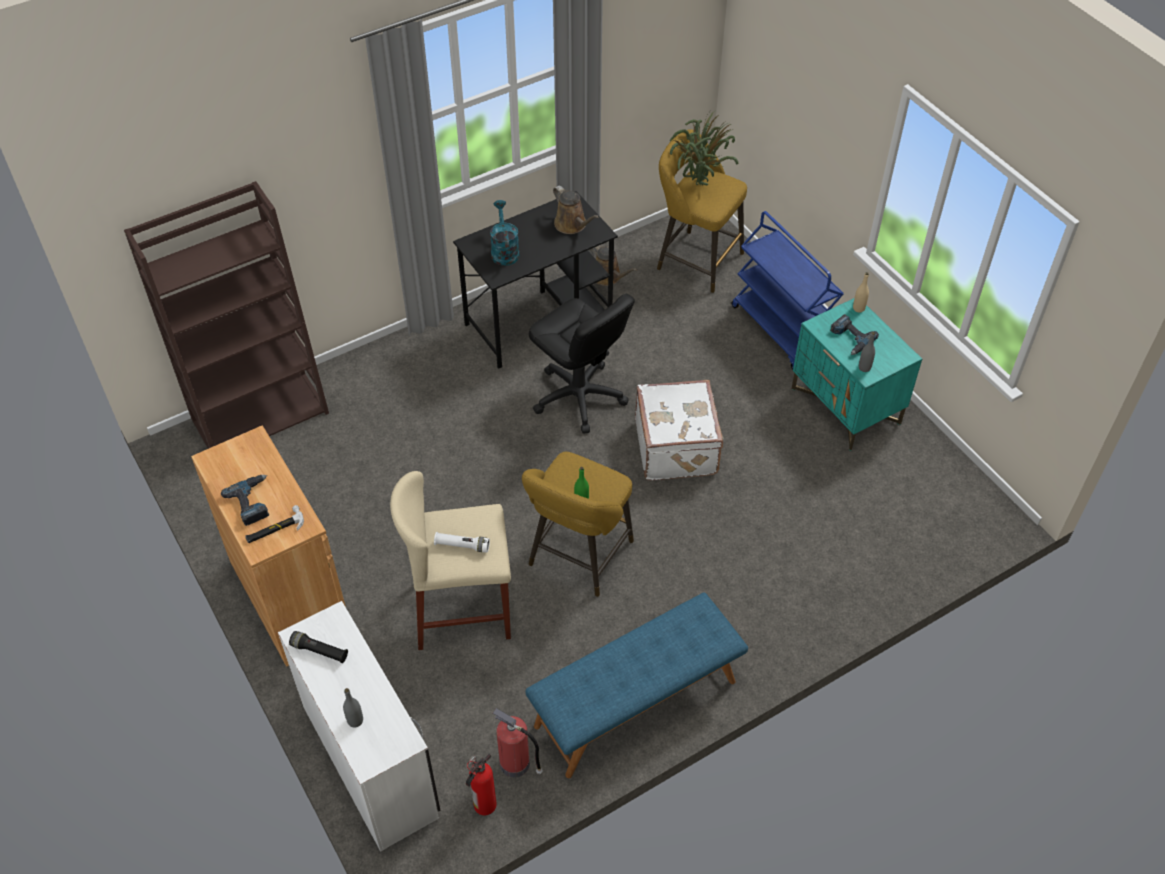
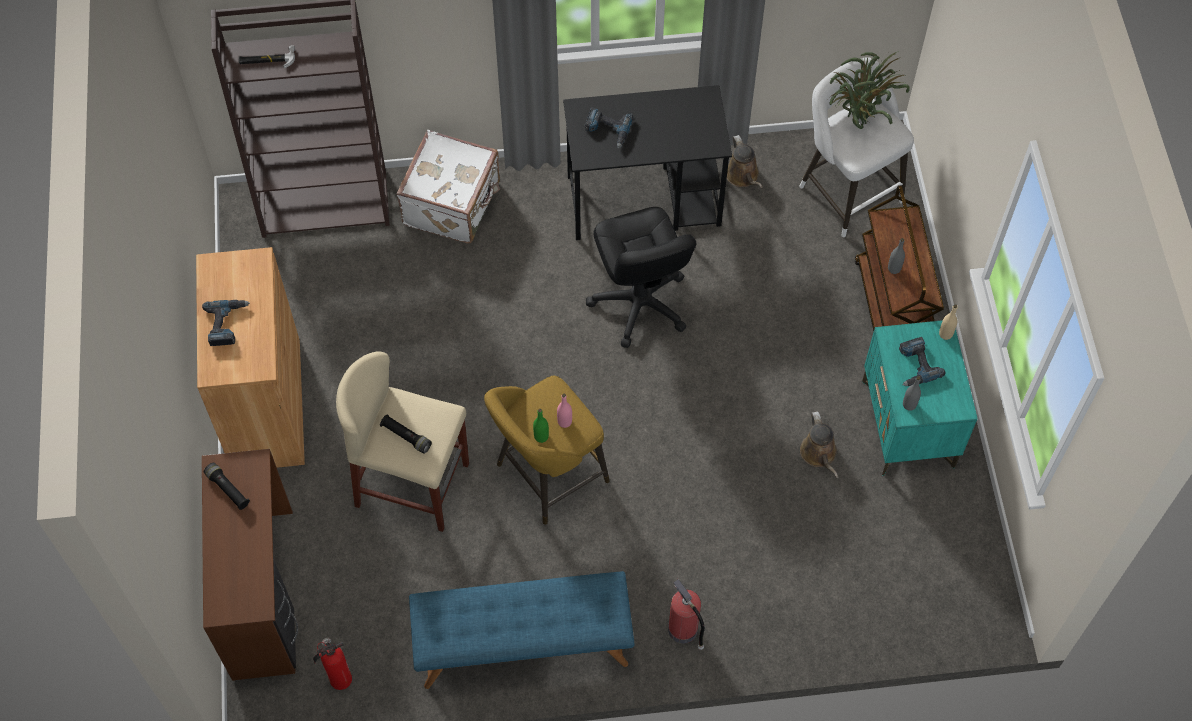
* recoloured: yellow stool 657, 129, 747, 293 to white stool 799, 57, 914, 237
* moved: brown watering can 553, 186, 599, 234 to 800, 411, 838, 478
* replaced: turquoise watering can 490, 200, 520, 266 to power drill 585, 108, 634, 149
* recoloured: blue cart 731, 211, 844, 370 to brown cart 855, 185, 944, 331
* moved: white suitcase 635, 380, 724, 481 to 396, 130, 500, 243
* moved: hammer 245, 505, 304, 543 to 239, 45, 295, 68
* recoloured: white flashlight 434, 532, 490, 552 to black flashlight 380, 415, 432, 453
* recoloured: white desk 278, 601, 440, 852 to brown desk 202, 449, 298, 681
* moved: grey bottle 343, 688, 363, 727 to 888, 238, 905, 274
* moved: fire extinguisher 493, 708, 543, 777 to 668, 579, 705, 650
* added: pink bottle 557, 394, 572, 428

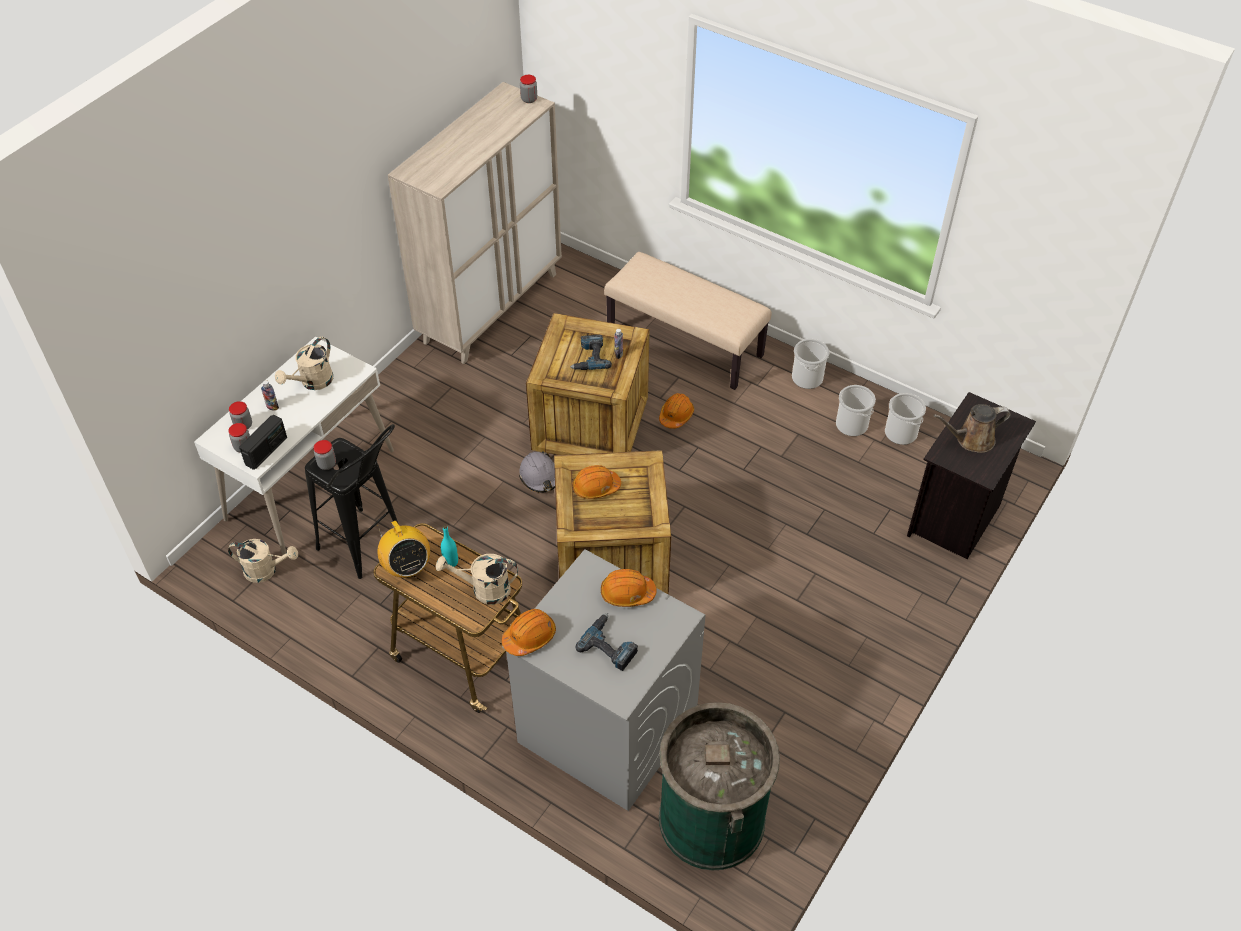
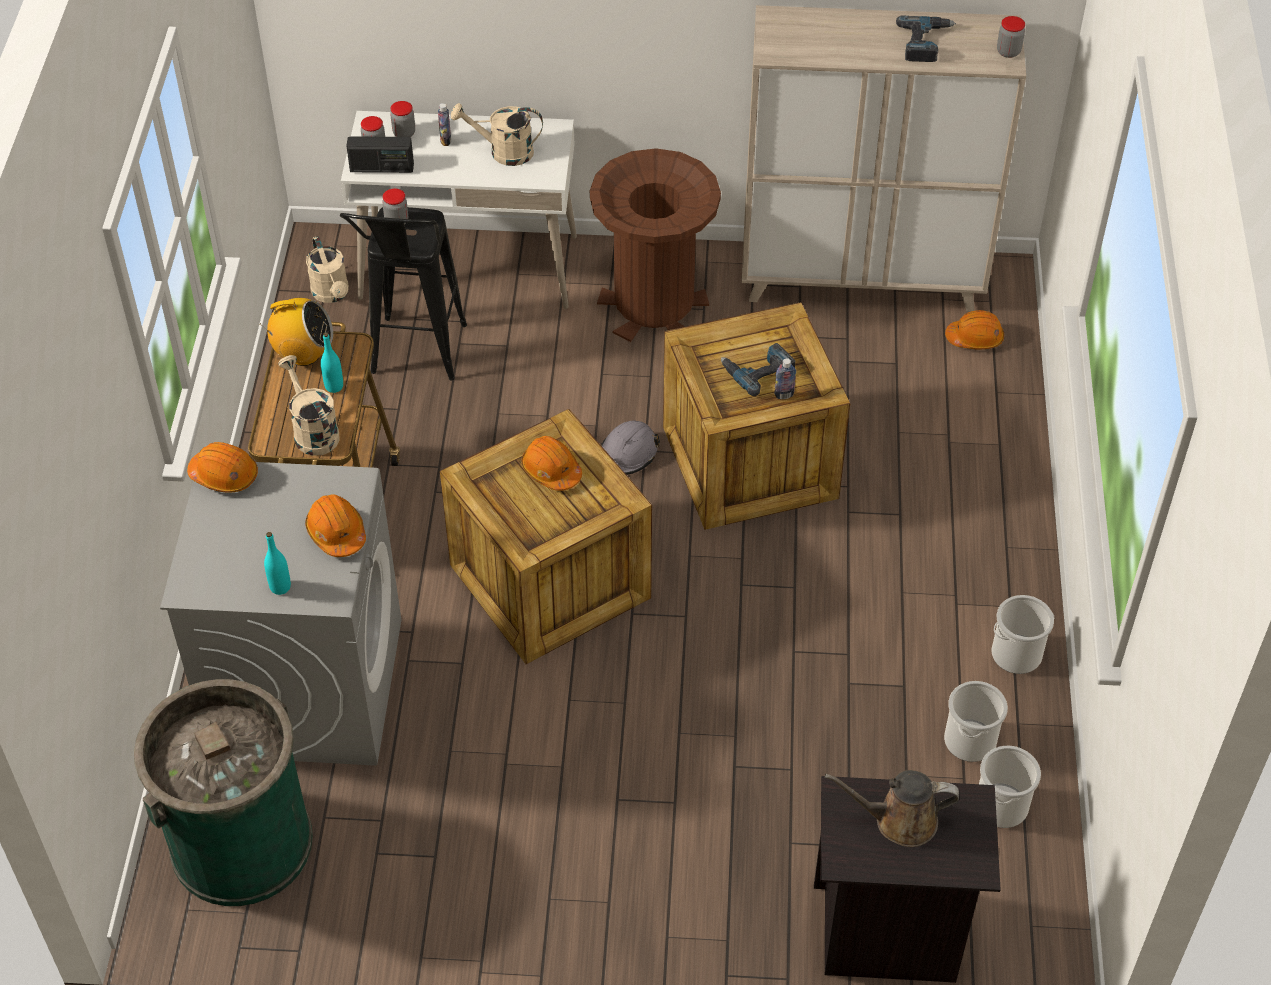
* removed: beige bench 604, 252, 772, 390
* moved: orange hard hat 659, 393, 694, 429 to 945, 310, 1004, 349
* turned: brown watering can 933, 404, 1011, 453 = 825, 770, 959, 847 45 degrees counterclockwise
* turned: radio 377, 521, 430, 578 = 260, 298, 333, 366 120 degrees counterclockwise
* moved: power drill 575, 613, 638, 671 to 896, 16, 956, 62
* added: brown trash can 590, 148, 721, 342
* added: turquoise bottle 264, 532, 291, 595

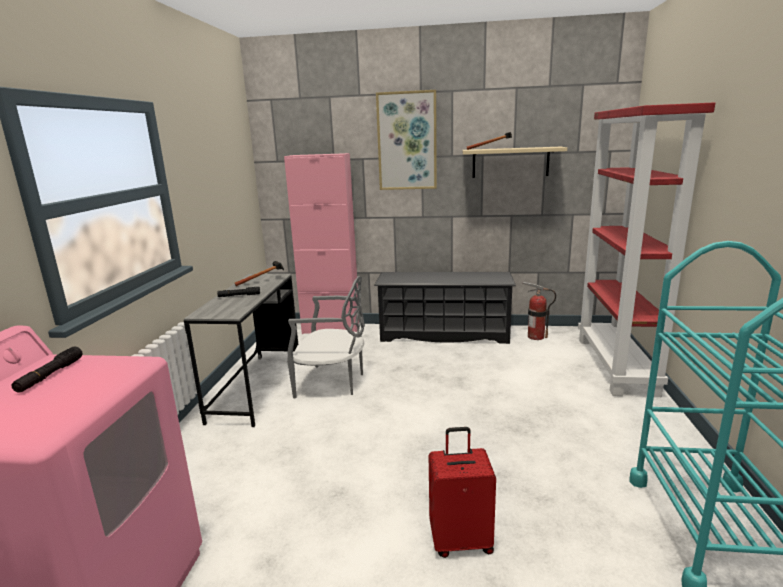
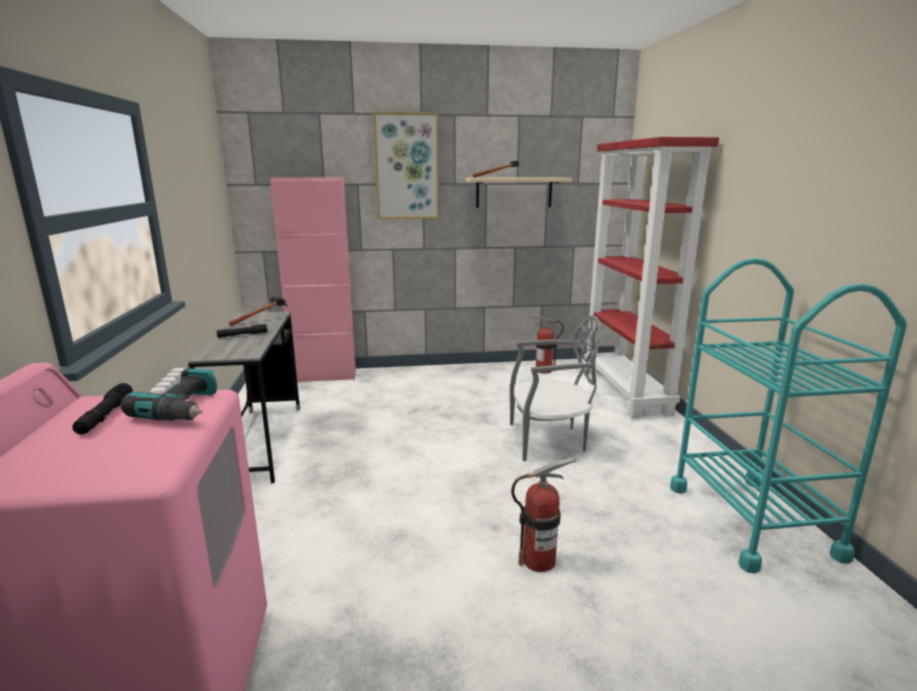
* removed: black shoe rack 374, 272, 516, 344
* moved: grey chair 287, 276, 365, 398 to 510, 315, 601, 461
* replaced: red suitcase 429, 427, 496, 558 to fire extinguisher 511, 457, 576, 572
* added: power drill 121, 368, 217, 421

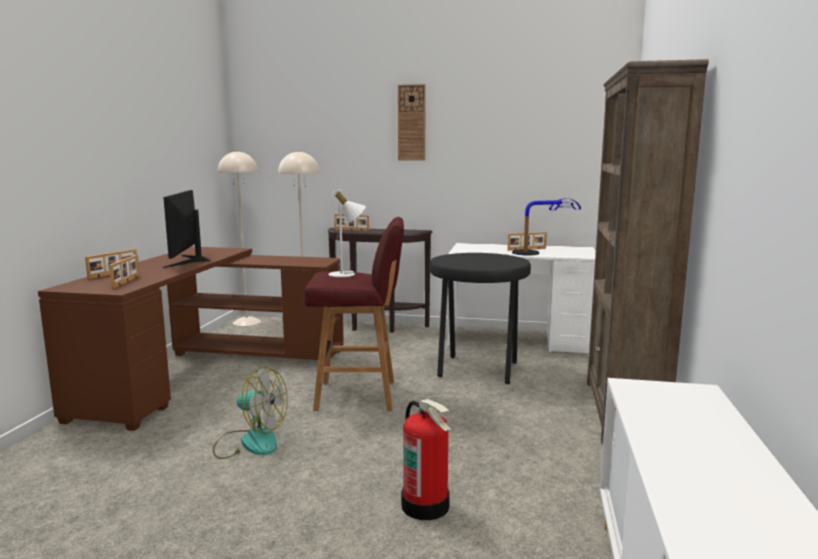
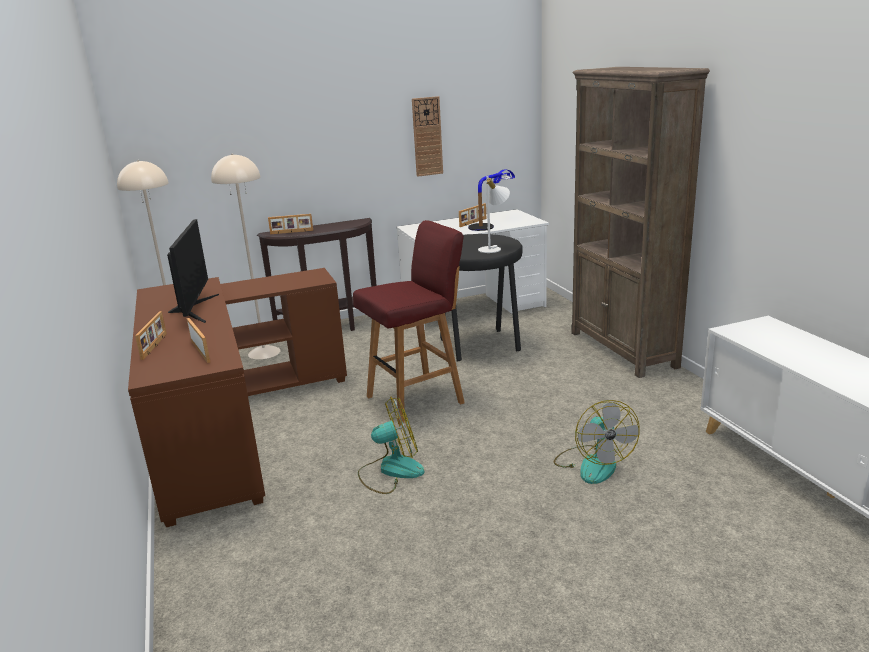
* moved: wall clock 398, 84, 426, 161 to 412, 96, 443, 177
* turned: monitor 163, 190, 212, 268 = 167, 219, 219, 323 150 degrees counterclockwise
* moved: white table lamp 329, 190, 366, 277 to 478, 176, 510, 253
* replaced: fire extinguisher 401, 399, 452, 520 to fan 554, 400, 640, 484

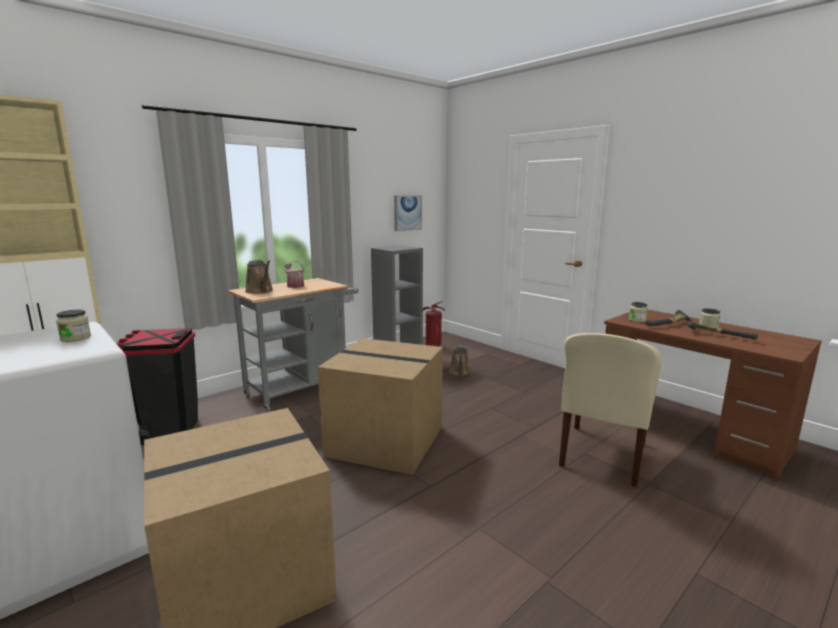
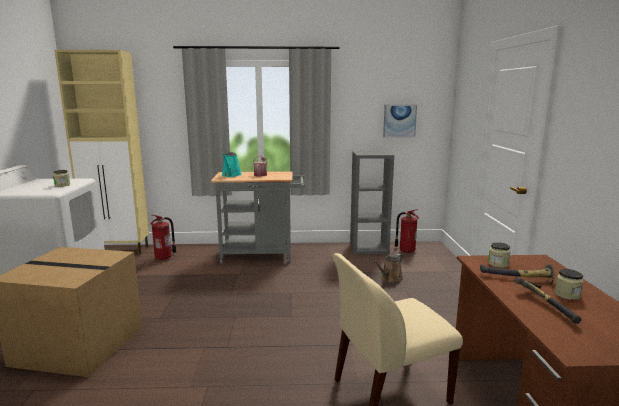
* recoloured: brown watering can 245, 260, 273, 294 to turquoise watering can 222, 152, 242, 177
* replaced: black trash can 116, 328, 198, 445 to fire extinguisher 150, 215, 176, 260
* removed: cardboard box 318, 338, 443, 475

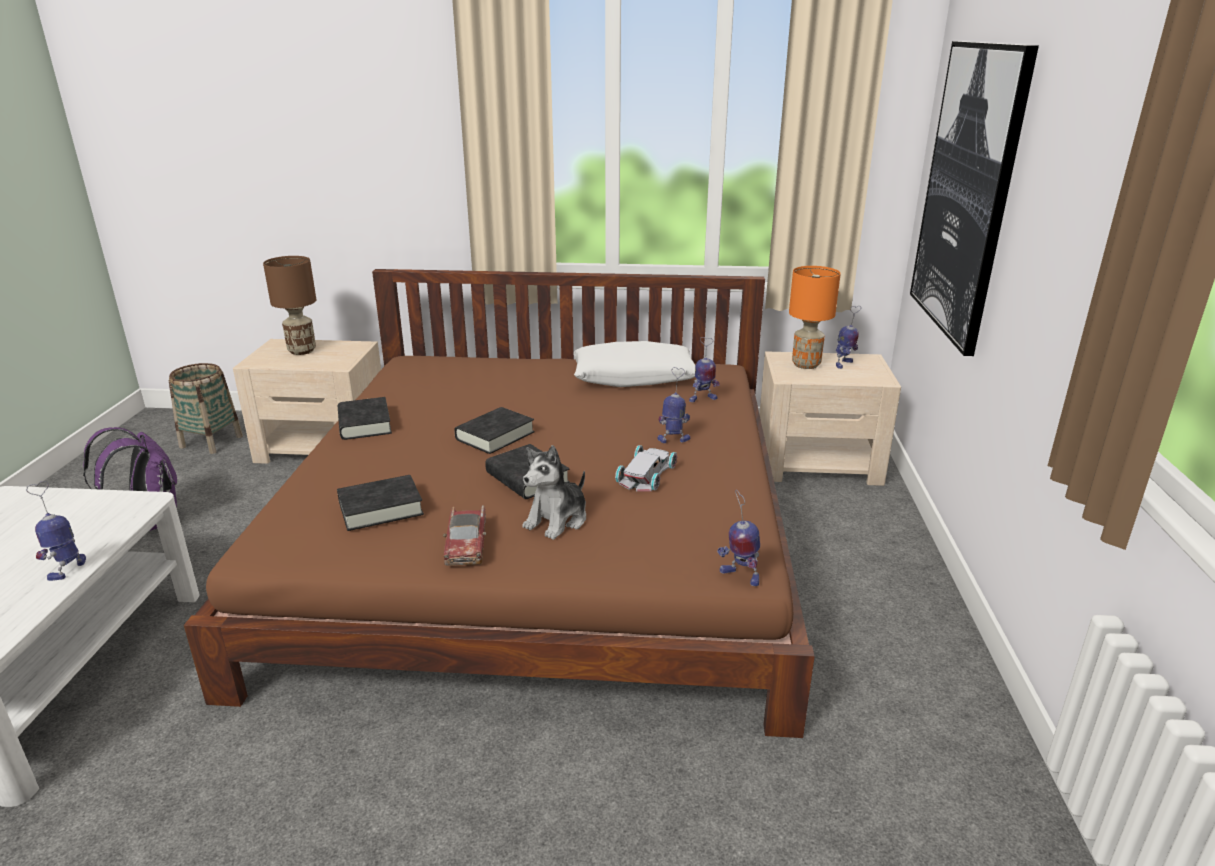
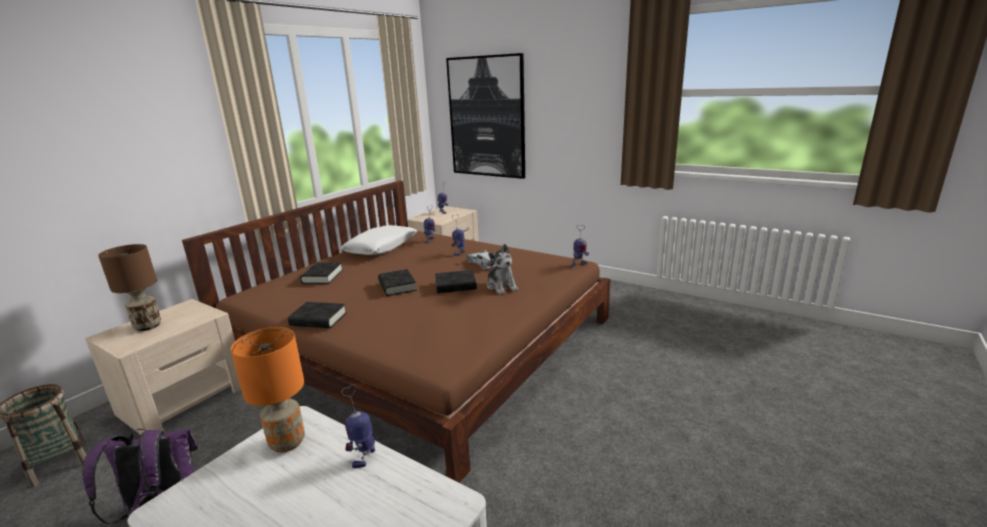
* moved: orange table lamp 789, 266, 841, 369 to 231, 327, 305, 453
* moved: black book 337, 475, 424, 531 to 300, 262, 343, 284
* turned: toy robot 26, 481, 86, 581 = 341, 384, 375, 469 60 degrees clockwise
* removed: toy car 443, 506, 486, 566

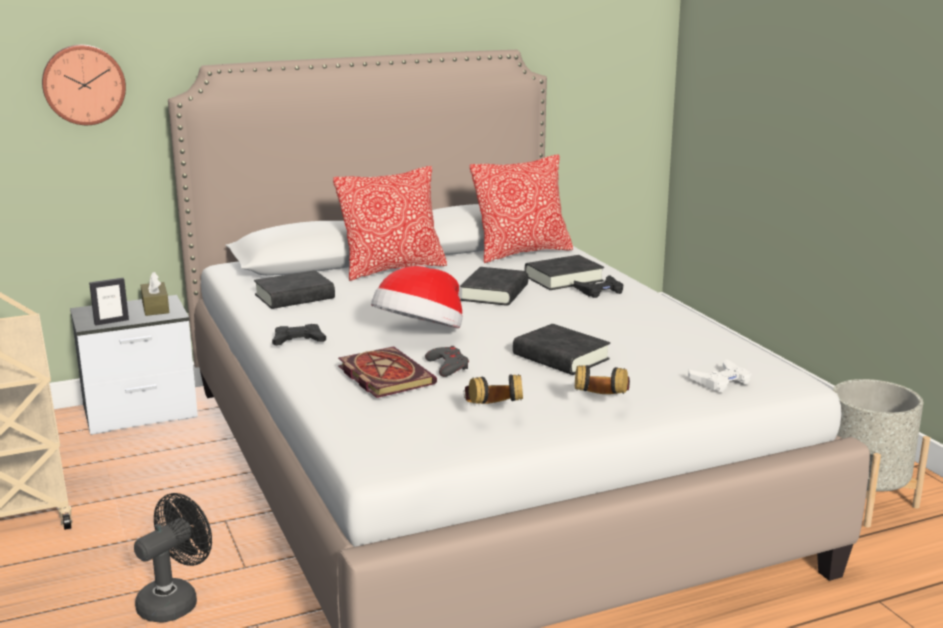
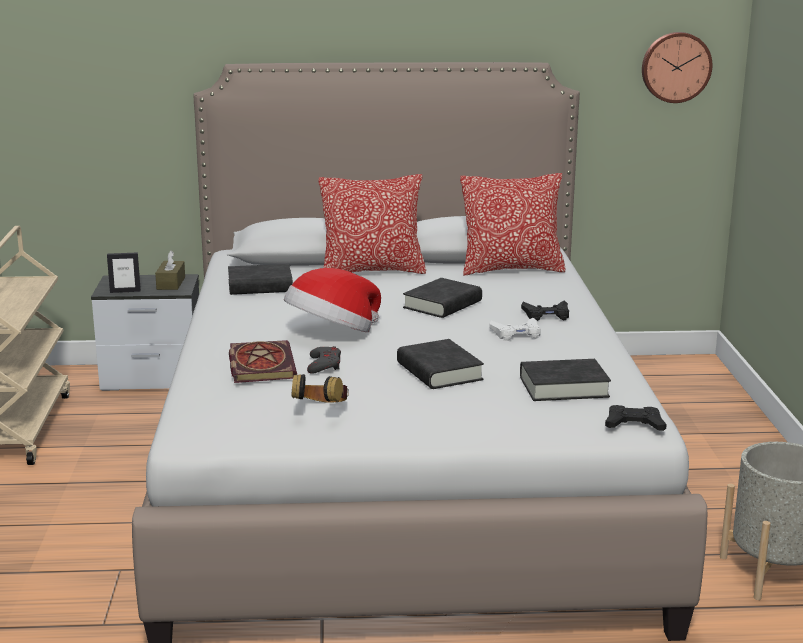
* moved: wall clock 42, 45, 126, 125 to 642, 32, 712, 103
* moved: black book 525, 255, 604, 290 to 520, 359, 611, 401
* moved: black game controller 272, 324, 326, 346 to 605, 405, 667, 431
* moved: white game controller 688, 359, 751, 392 to 489, 318, 541, 341
* removed: headphones 575, 365, 630, 394
* removed: black fan 134, 493, 212, 623

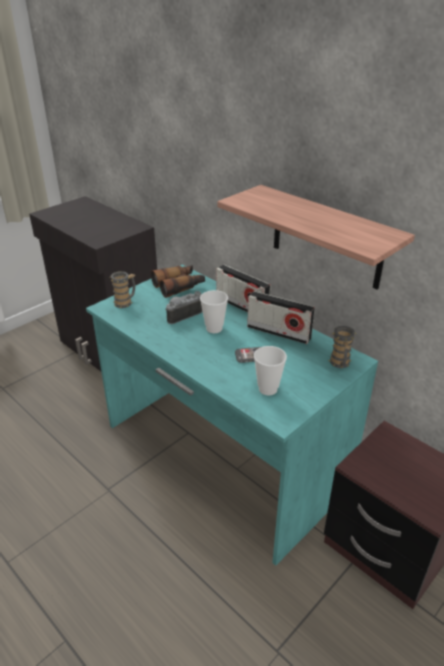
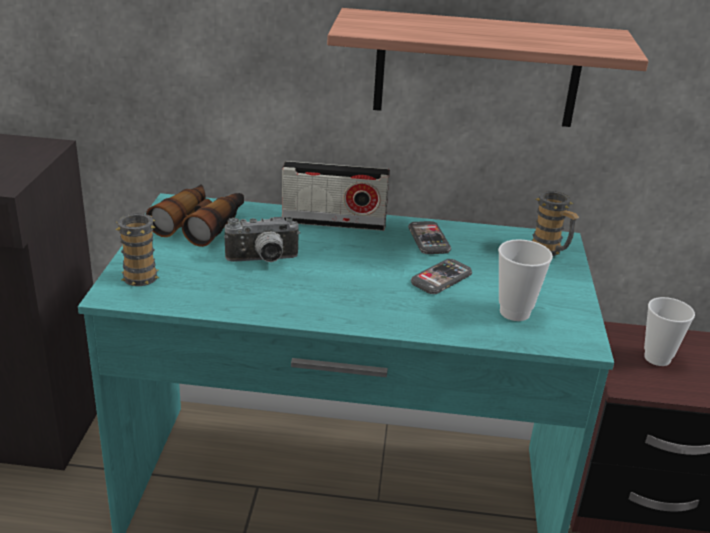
* moved: cup 200, 290, 228, 333 to 644, 297, 695, 366
* turned: photo camera 166, 291, 203, 324 = 224, 217, 300, 262 120 degrees counterclockwise
* replaced: radio 247, 291, 315, 344 to phone 408, 221, 451, 254

